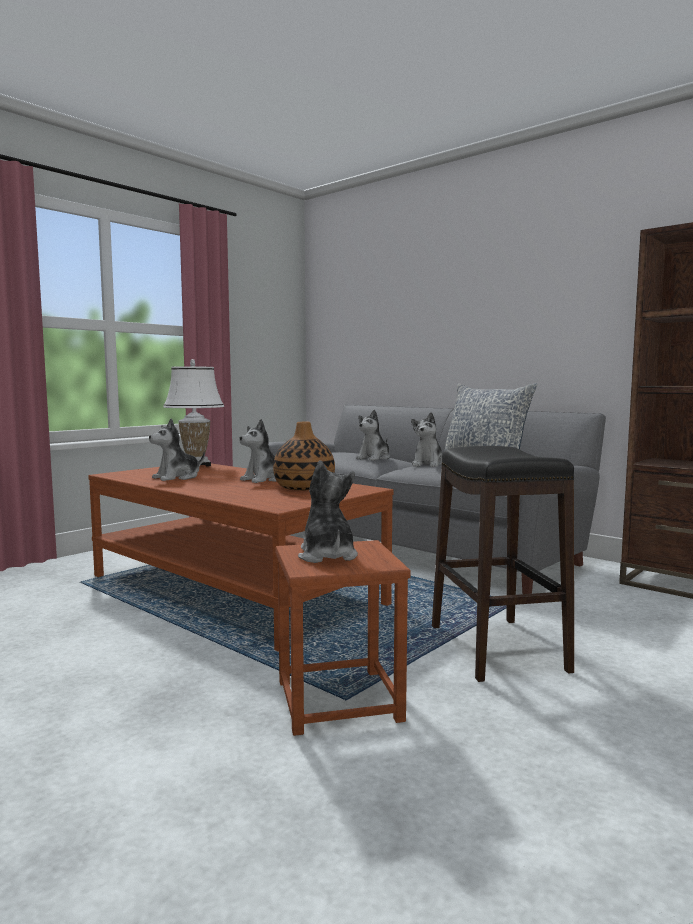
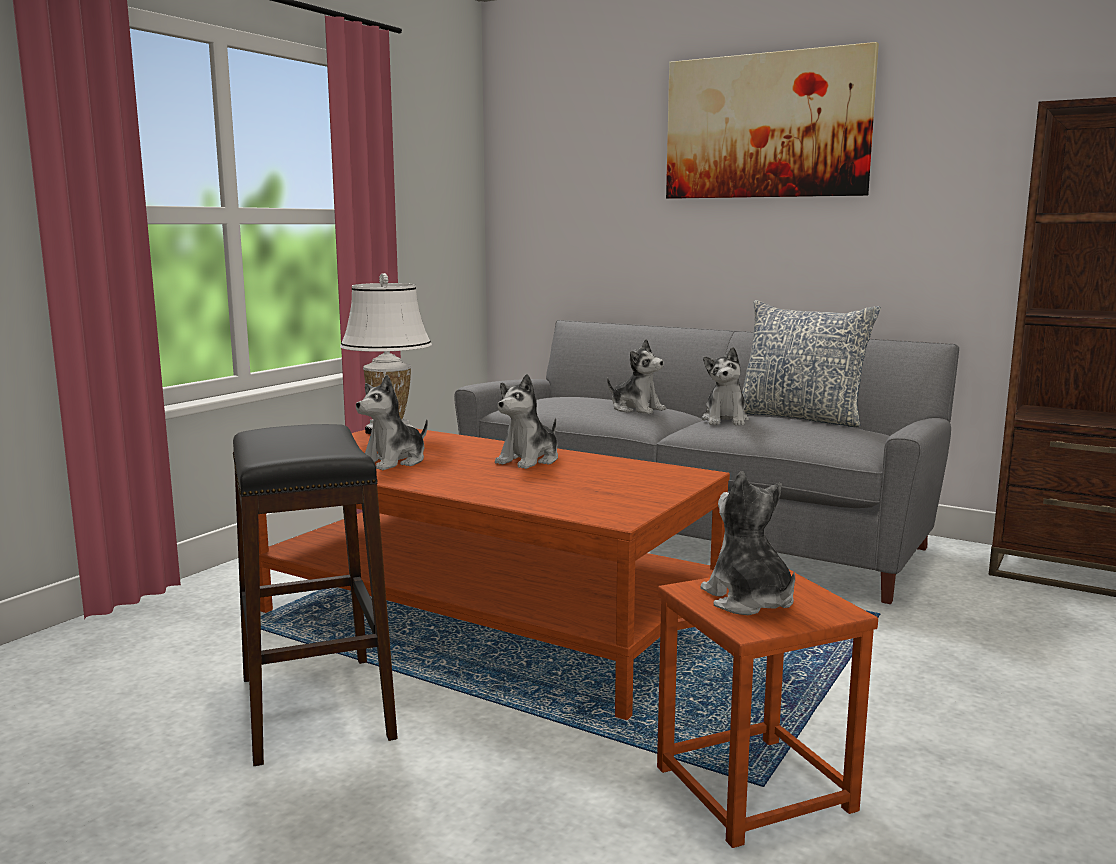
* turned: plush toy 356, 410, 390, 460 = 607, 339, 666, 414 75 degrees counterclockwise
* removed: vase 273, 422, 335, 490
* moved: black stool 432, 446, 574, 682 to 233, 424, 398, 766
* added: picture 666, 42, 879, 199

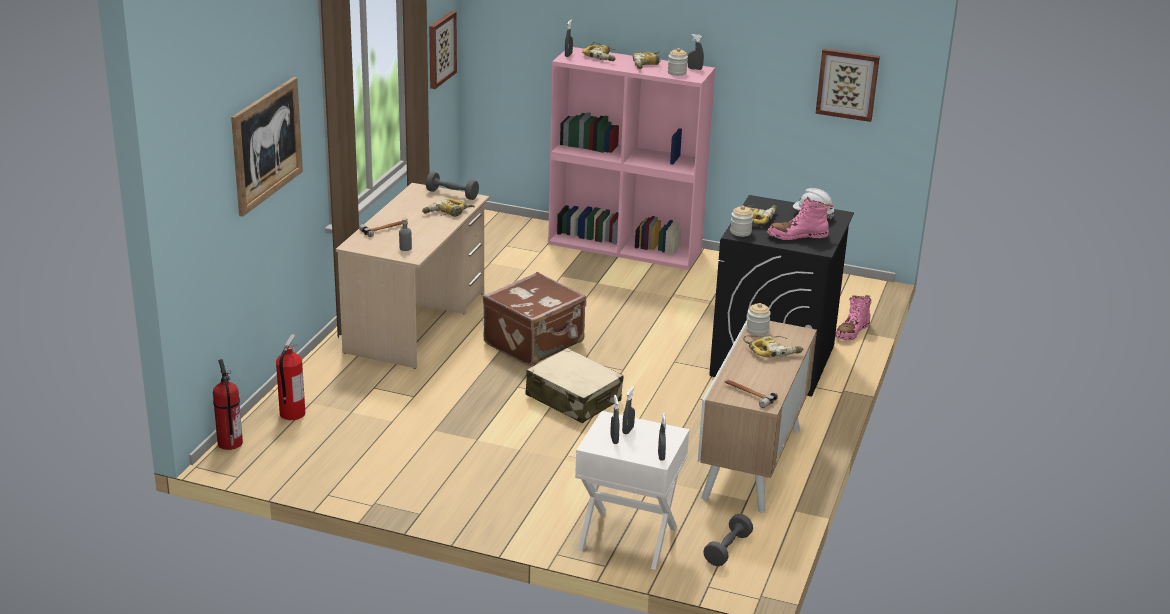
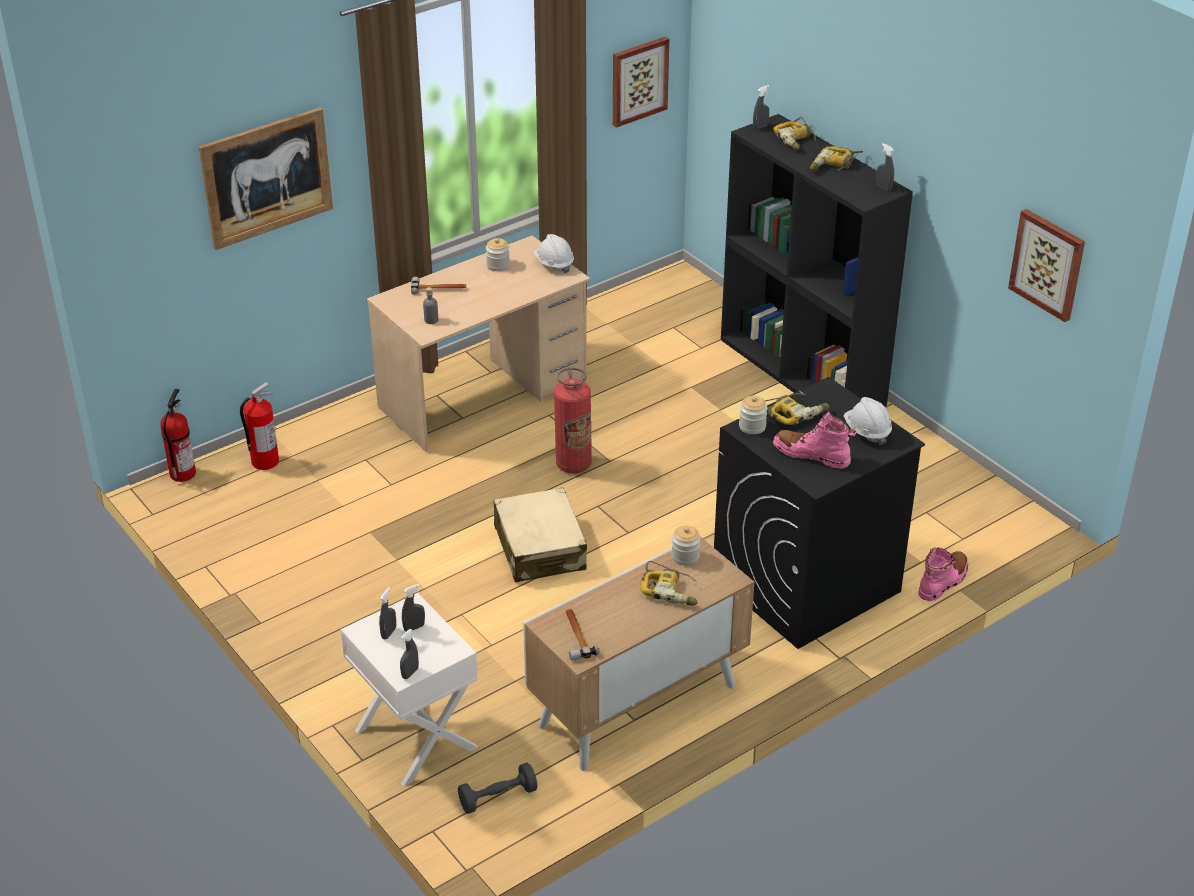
* recoloured: pink bookcase 548, 47, 715, 270 to black bookcase 721, 114, 913, 407
* moved: jar 668, 48, 688, 76 to 486, 238, 510, 271
* replaced: grey dumbbell 426, 171, 479, 200 to white hard hat 534, 234, 574, 273
* removed: power drill 422, 199, 475, 217
* replaced: brown suitcase 483, 272, 586, 366 to fire extinguisher 554, 367, 592, 474
* turned: pink boot 835, 295, 872, 340 = 918, 548, 968, 601 150 degrees clockwise

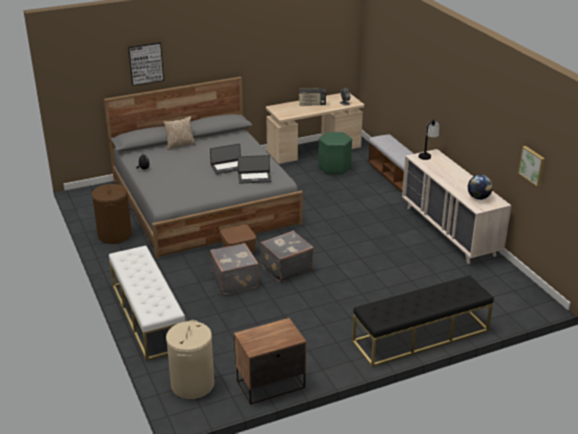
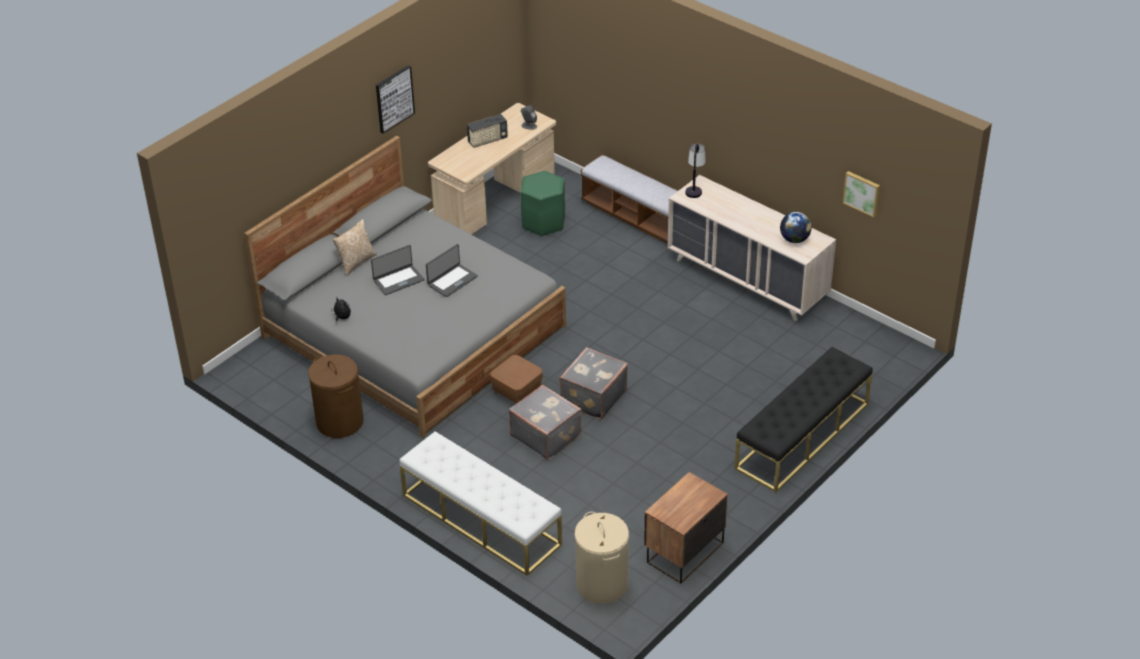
* moved: picture 128, 42, 164, 86 to 376, 65, 415, 134
* moved: laptop 237, 155, 272, 184 to 371, 245, 425, 295

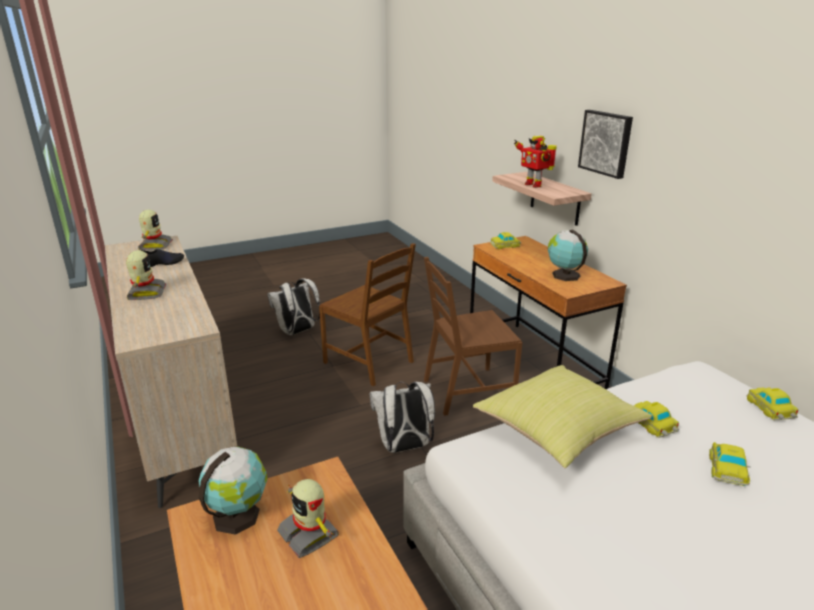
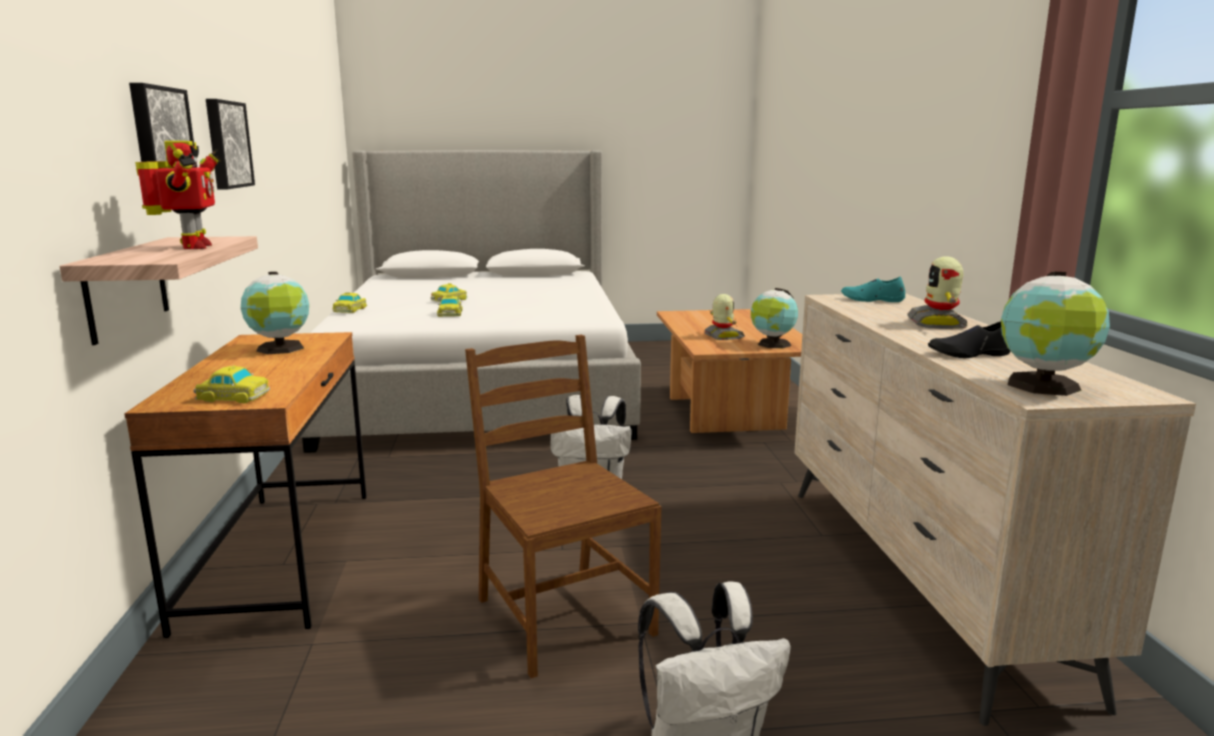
* replaced: toy robot 138, 209, 173, 250 to globe 1001, 272, 1110, 396
* removed: brown chair 424, 257, 522, 416
* removed: yellow pillow 473, 365, 652, 468
* added: picture 206, 99, 255, 189
* added: turquoise shoe 841, 276, 905, 302

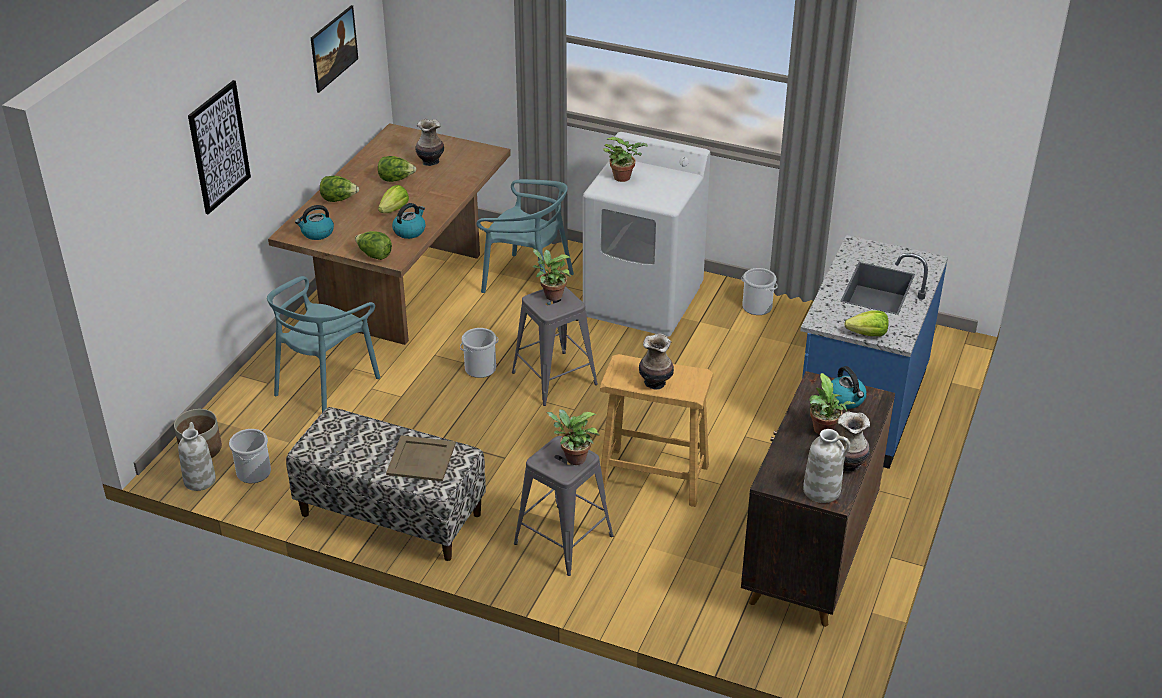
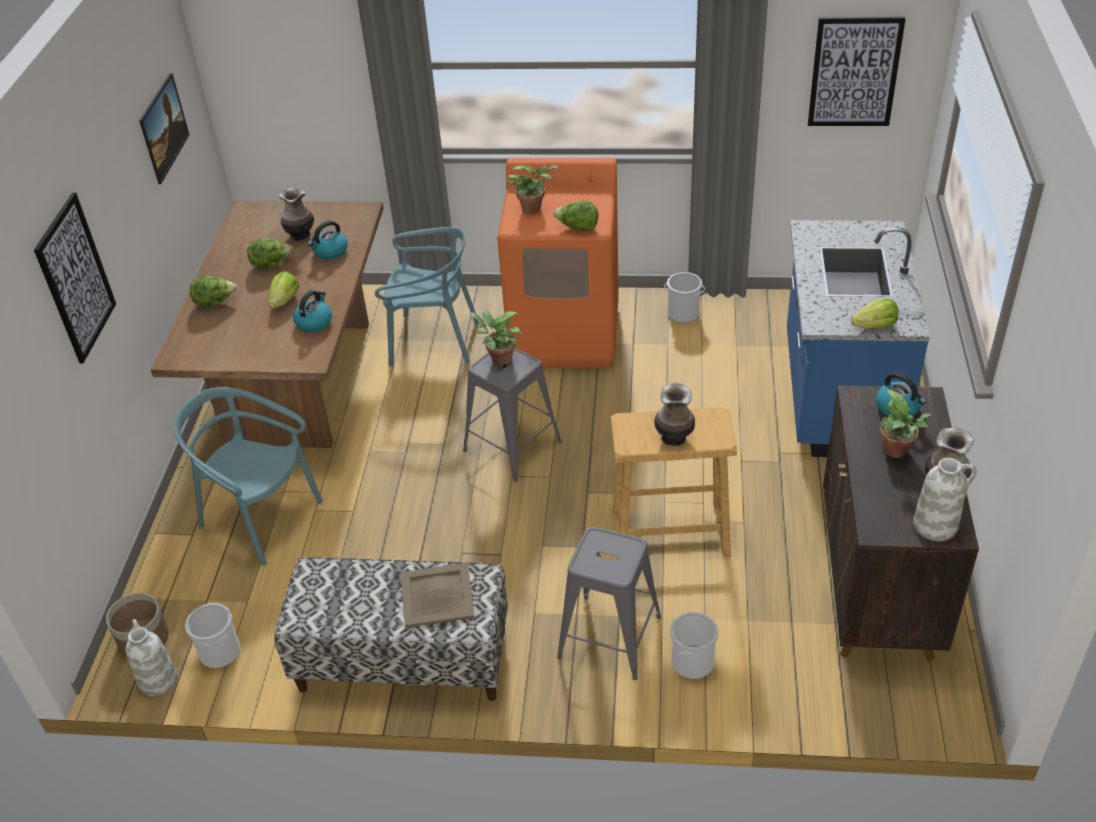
* recoloured: white washing machine 583, 132, 710, 337 to orange washing machine 497, 158, 619, 369
* moved: kettle 295, 205, 334, 240 to 307, 221, 348, 260
* moved: lettuce 355, 231, 392, 260 to 553, 201, 598, 231
* turned: turquoise chair 267, 276, 380, 413 = 174, 387, 323, 565 105 degrees clockwise
* moved: bucket 460, 328, 498, 378 to 670, 612, 718, 679
* removed: potted plant 547, 409, 599, 465
* added: picture 808, 17, 906, 126

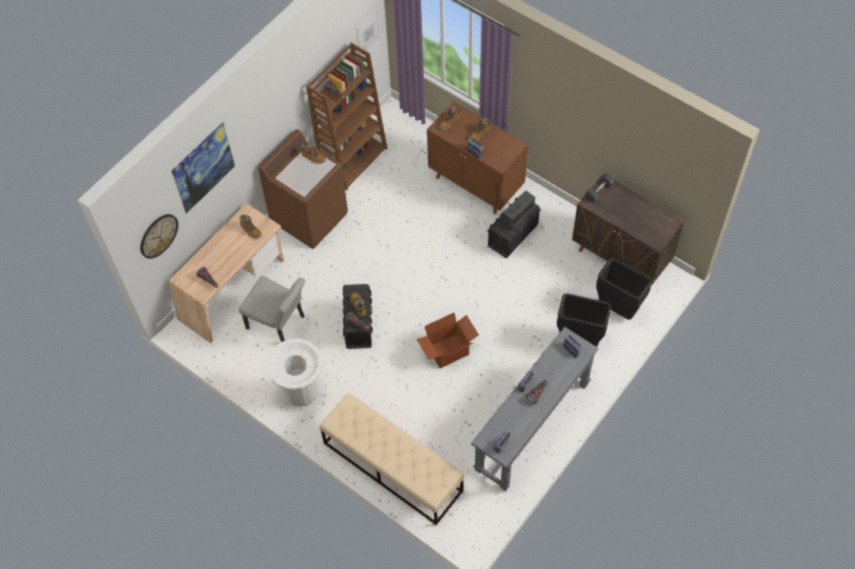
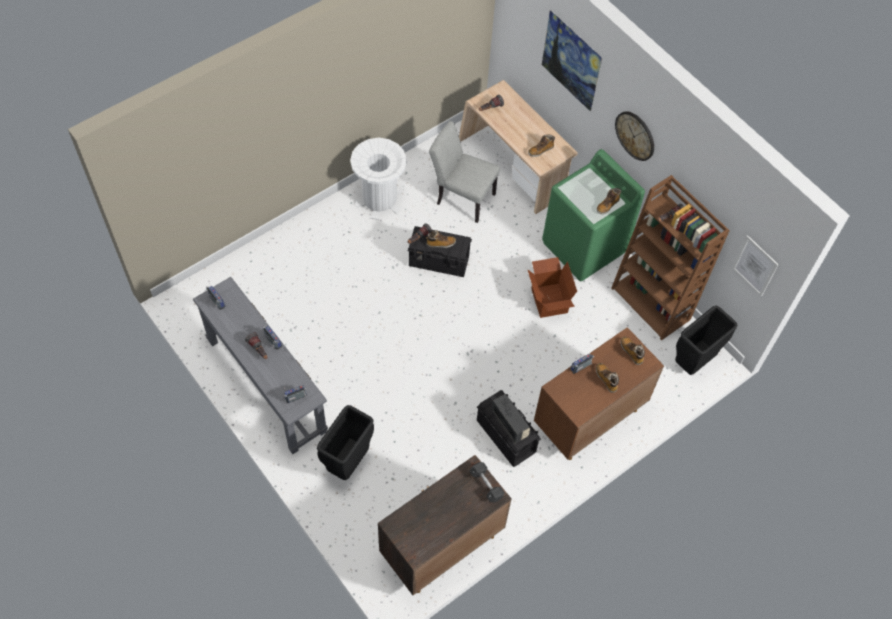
* recoloured: brown washing machine 258, 129, 348, 249 to green washing machine 542, 149, 645, 282
* moved: wall clock 140, 214, 178, 259 to 615, 111, 654, 161
* moved: black trash can 596, 258, 652, 320 to 675, 306, 738, 375
* turned: grey chair 239, 276, 305, 342 = 429, 121, 500, 223 75 degrees clockwise
* moved: cardboard box 417, 312, 479, 368 to 527, 257, 577, 318
* removed: beige bench 319, 393, 464, 525

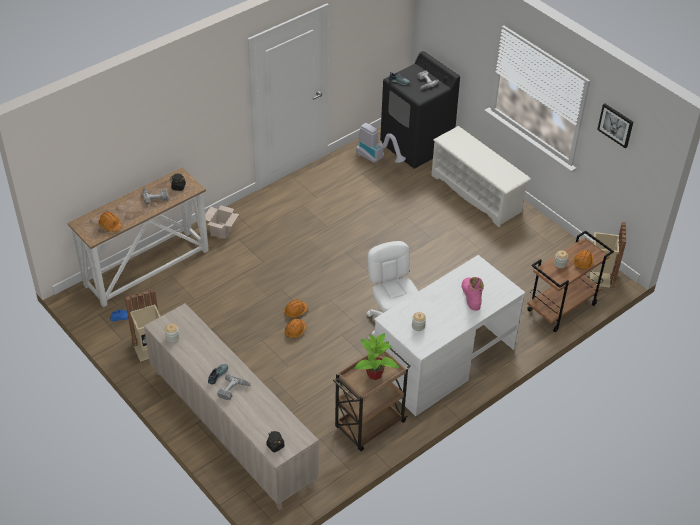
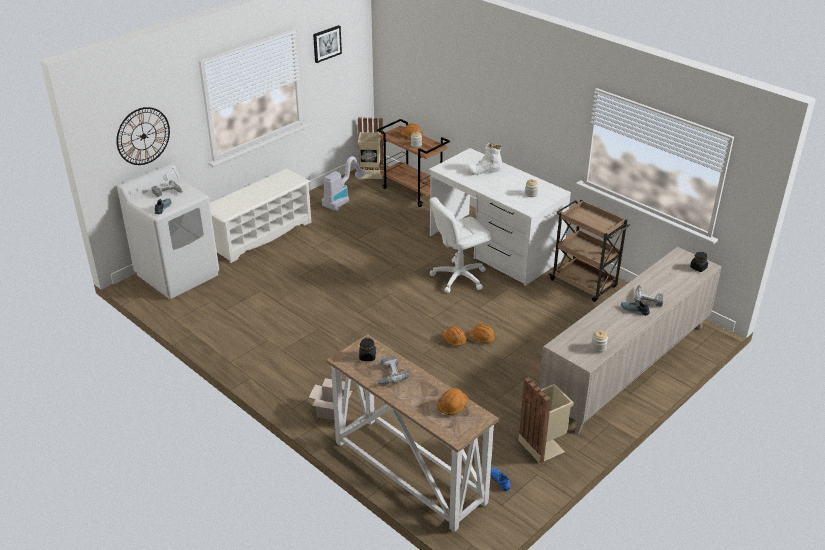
* recoloured: black washing machine 380, 51, 460, 169 to white washing machine 117, 164, 219, 299
* moved: vacuum cleaner 356, 123, 406, 163 to 322, 156, 366, 211
* recoloured: pink boot 462, 277, 484, 311 to white boot 467, 143, 502, 175
* removed: potted plant 354, 333, 399, 380
* added: wall clock 116, 107, 170, 165

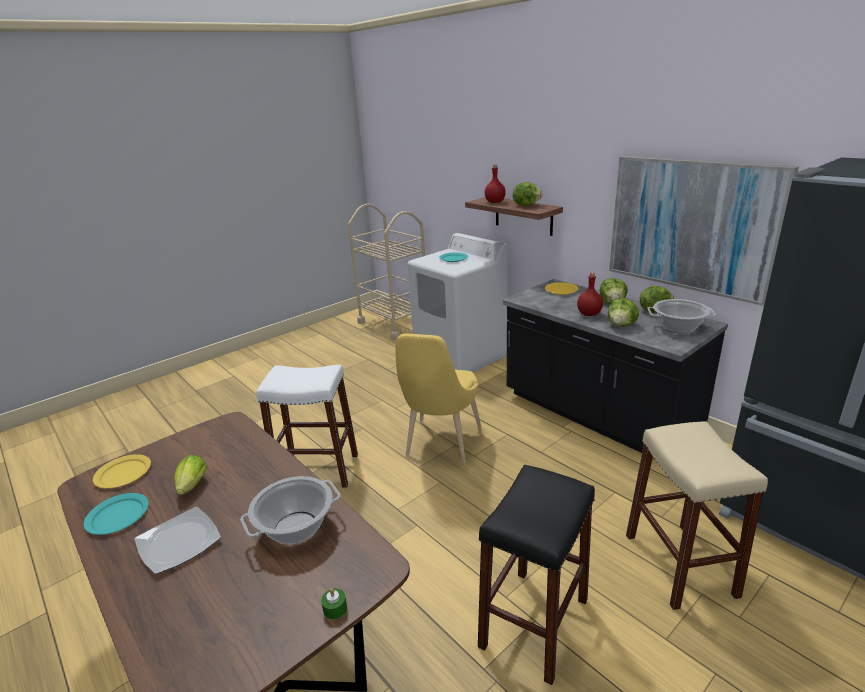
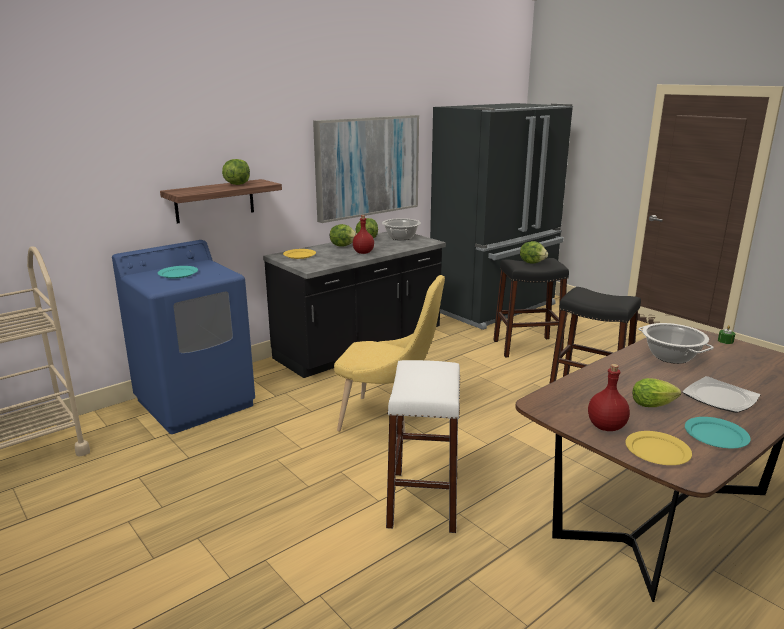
* moved: red bottle 485, 164, 506, 203 to 588, 364, 630, 431
* recoloured: white washing machine 407, 233, 508, 373 to blue washing machine 112, 240, 255, 434
* moved: lettuce 608, 298, 639, 327 to 520, 241, 548, 264
* recoloured: beige stool 626, 421, 768, 610 to black stool 493, 258, 569, 357

